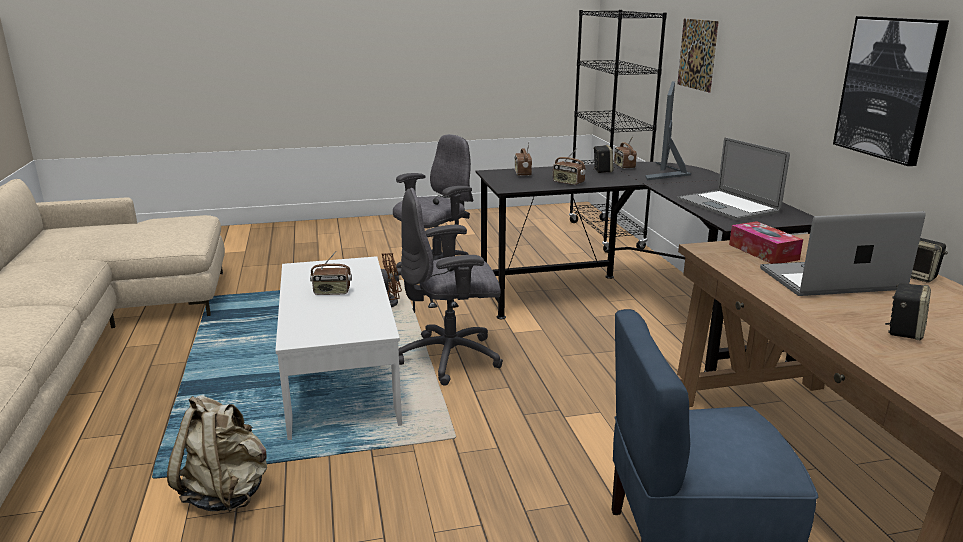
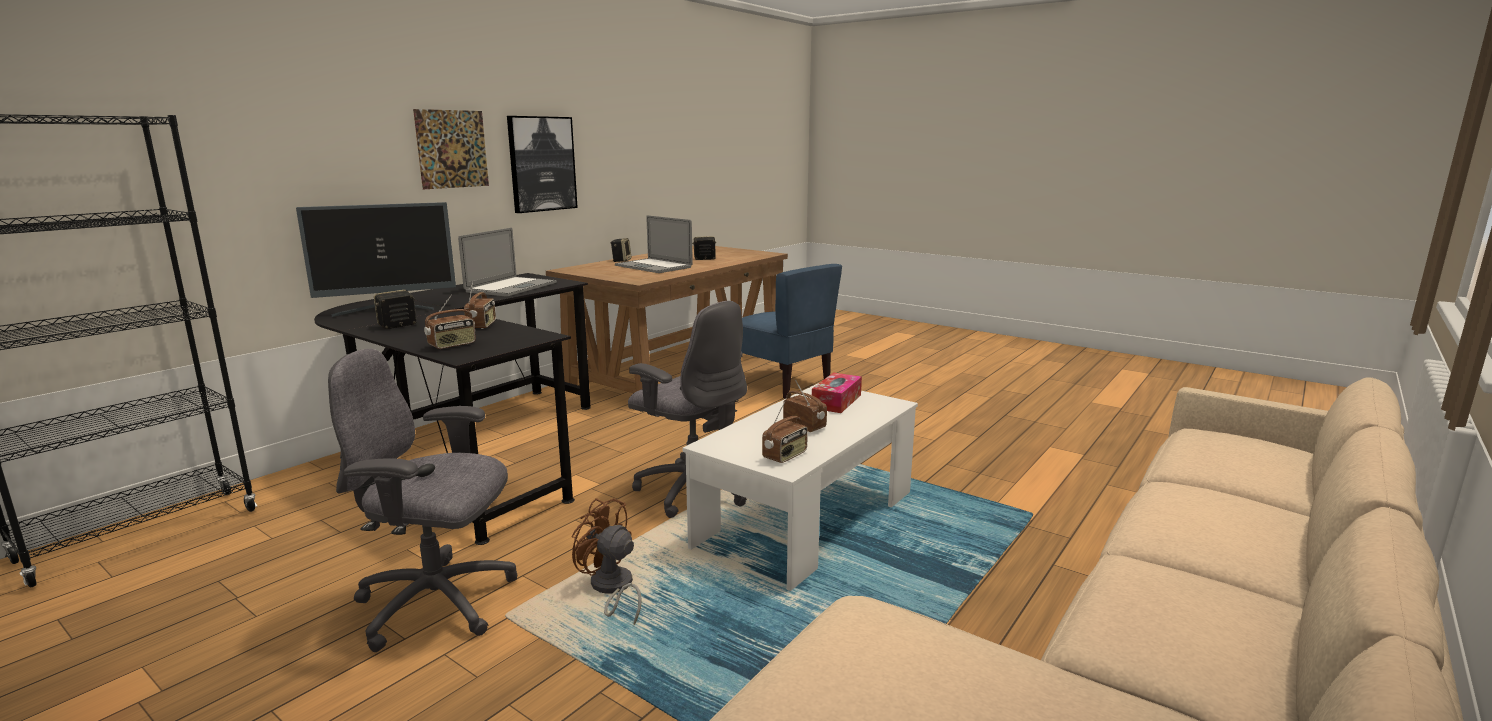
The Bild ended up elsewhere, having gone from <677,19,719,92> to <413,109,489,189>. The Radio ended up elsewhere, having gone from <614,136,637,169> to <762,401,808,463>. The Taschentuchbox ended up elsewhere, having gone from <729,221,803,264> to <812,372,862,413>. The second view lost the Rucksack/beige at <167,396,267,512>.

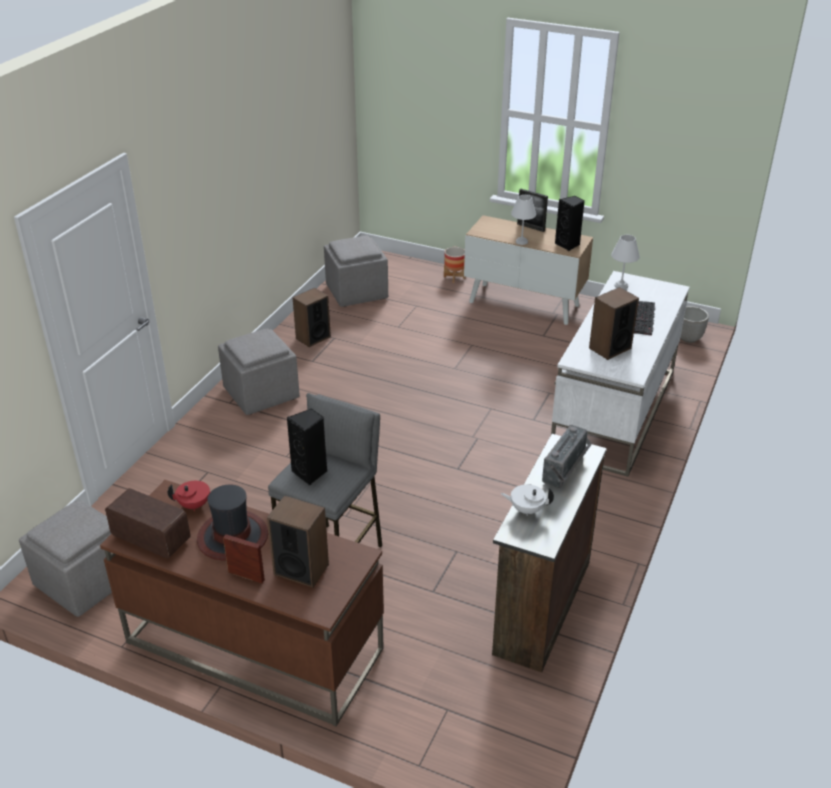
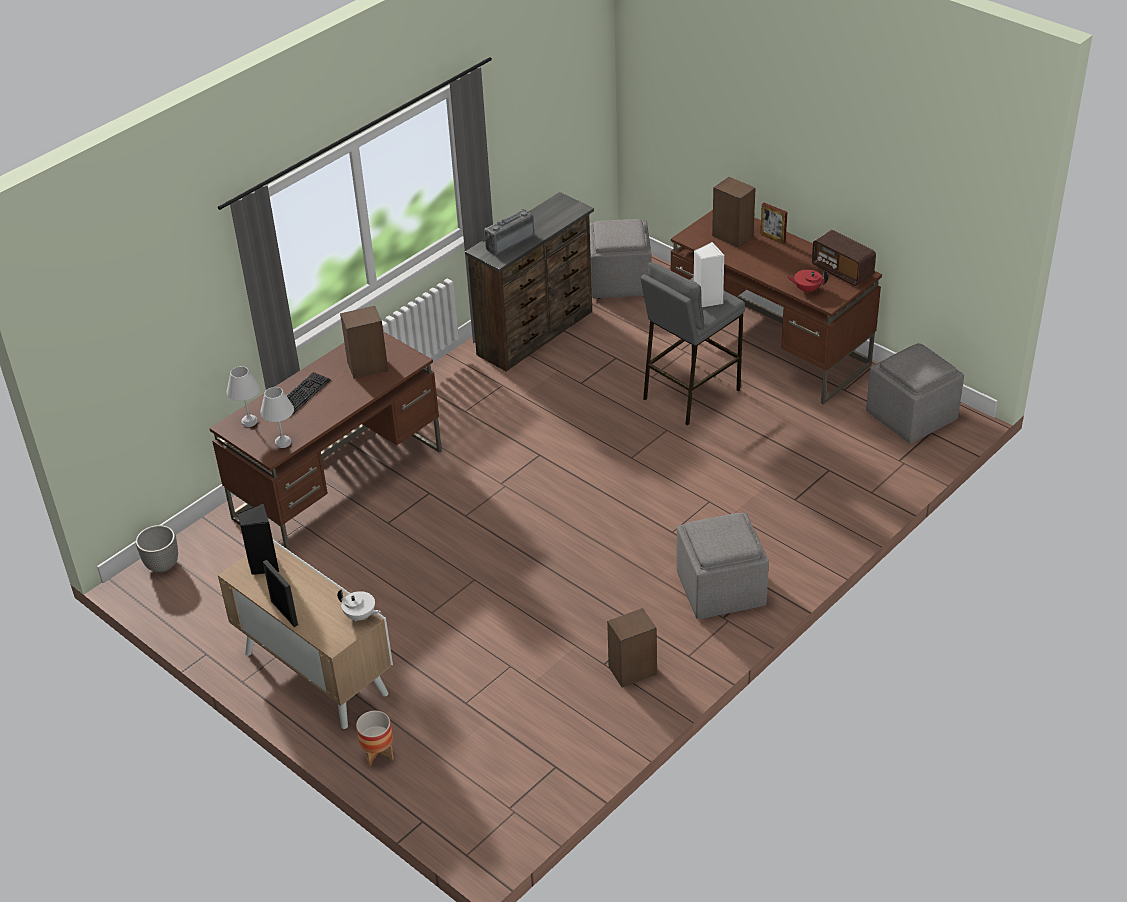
What was the Schreibtisch/weiß at <551,271,690,477> turned into the Schreibtisch/braun at <209,331,442,551>. The Tischlampe/weiß ended up elsewhere, having gone from <511,195,536,245> to <227,366,260,427>. The Teekanne/weiß ended up elsewhere, having gone from <501,484,554,516> to <337,589,381,622>. The Polsterhocker/grau ended up elsewhere, having gone from <324,236,388,307> to <590,219,651,299>. What was the Lautsprecher/schwarz at <287,408,327,485> turned into the Lautsprecher/weiß at <694,242,724,307>. The second view lost the Hut at <197,484,268,560>.

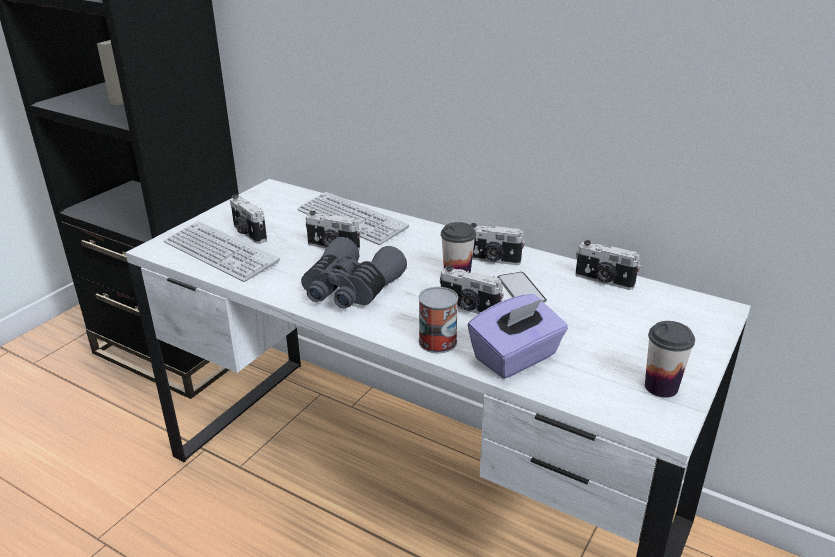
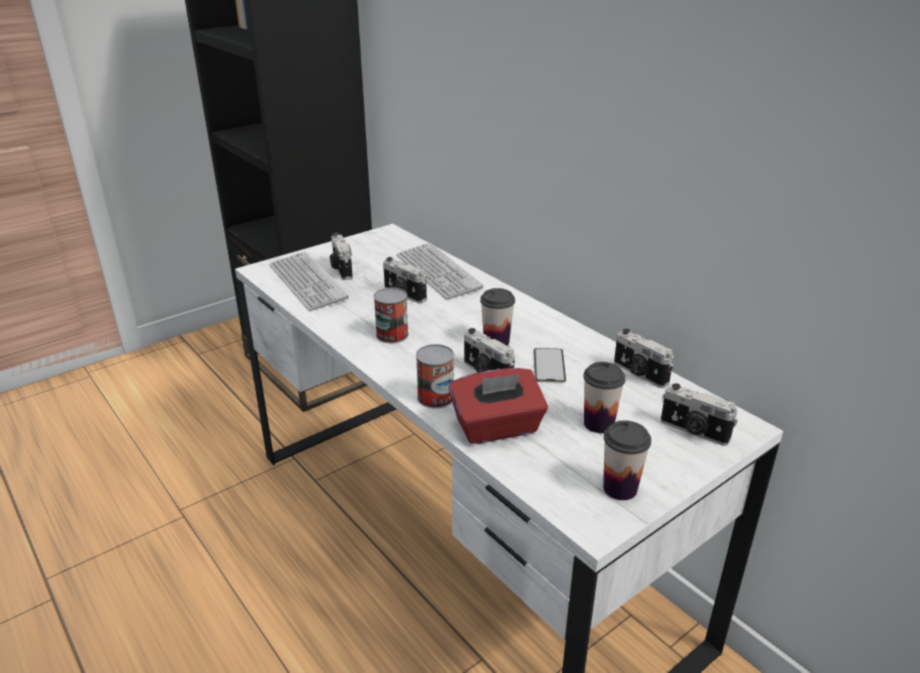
Where the Fernglas/grau stood at <301,237,407,308>, the Dose came to stand at <374,287,409,343>. What was the Taschentuchbox/lila at <467,294,568,379> turned into the Taschentuchbox/rot at <448,368,548,444>. The second view gained the Tasse at <583,362,626,433>. The Kamera ended up elsewhere, having gone from <470,223,525,265> to <661,383,738,446>.

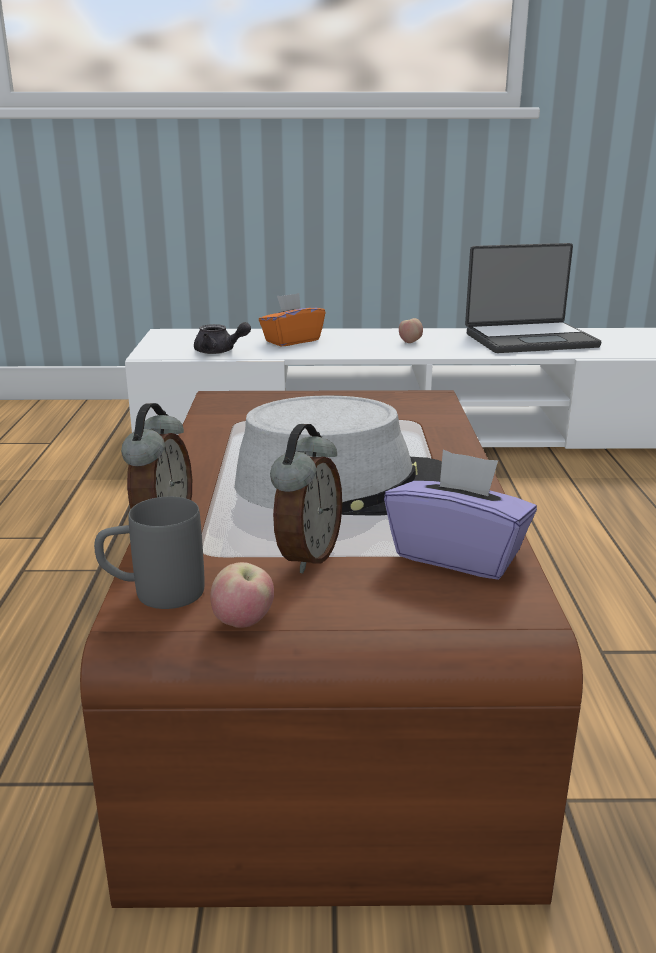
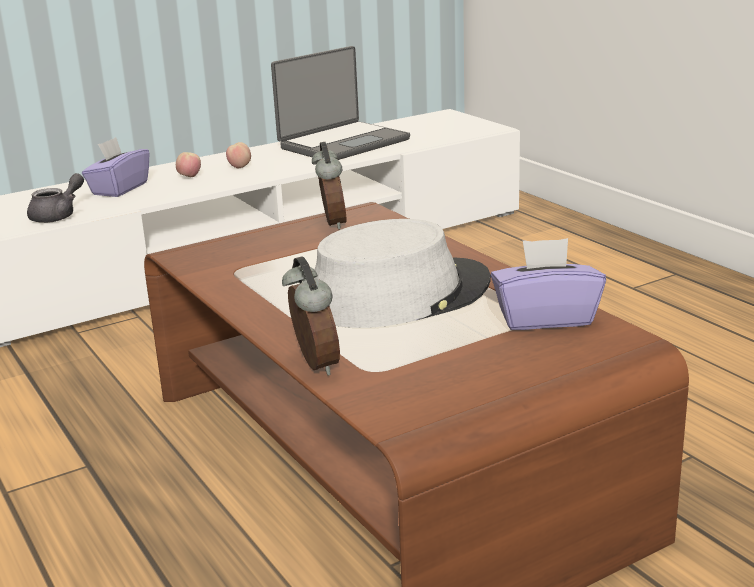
The Teekanne/grau at <194,322,251,354> ended up facing another way, 45 degrees counterclockwise from before. What was the Taschentuchbox/orange at <259,293,326,346> turned into the Taschentuchbox/lila at <82,137,150,197>. The Apfel ended up elsewhere, having gone from <210,562,274,628> to <176,152,201,177>. The Wecker ended up elsewhere, having gone from <270,424,342,573> to <312,142,346,230>. The second view lost the Henkelbecher/grau at <94,497,205,609>.

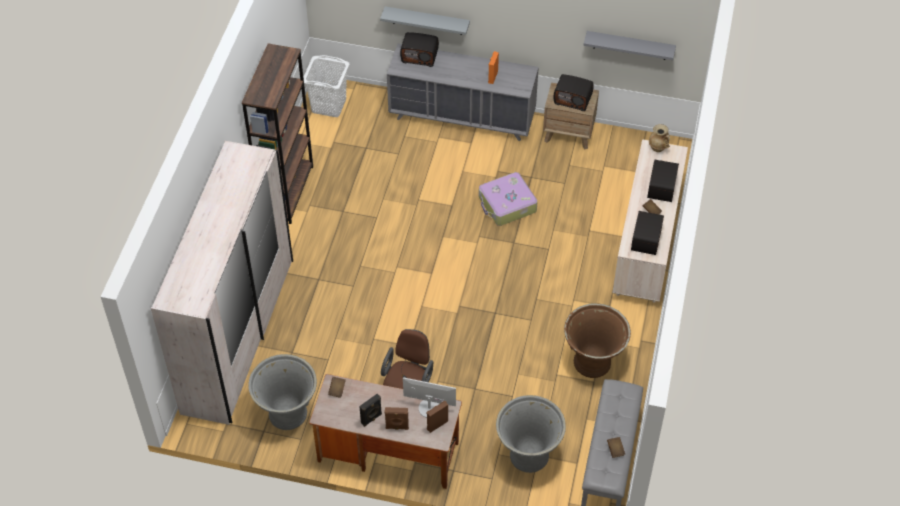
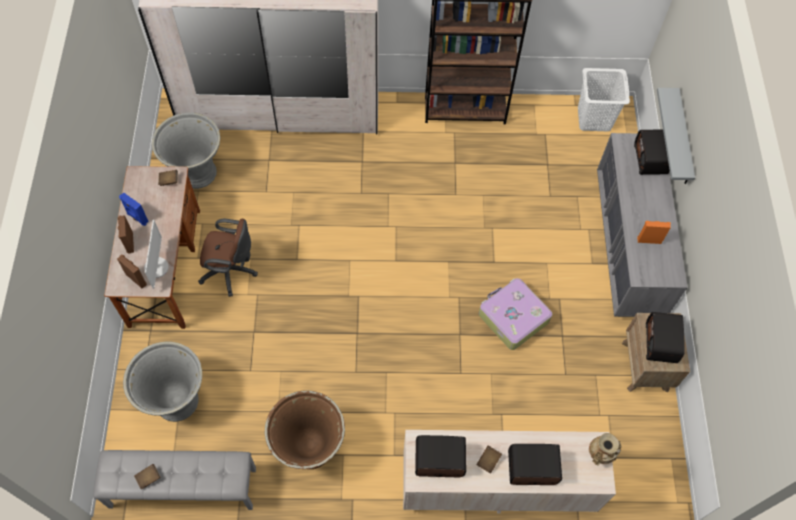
What was the Lautsprecher/schwarz at <359,394,382,427> turned into the Lautsprecher/blau at <119,192,149,226>. The second view lost the Wandregal/grau at <583,31,676,60>.

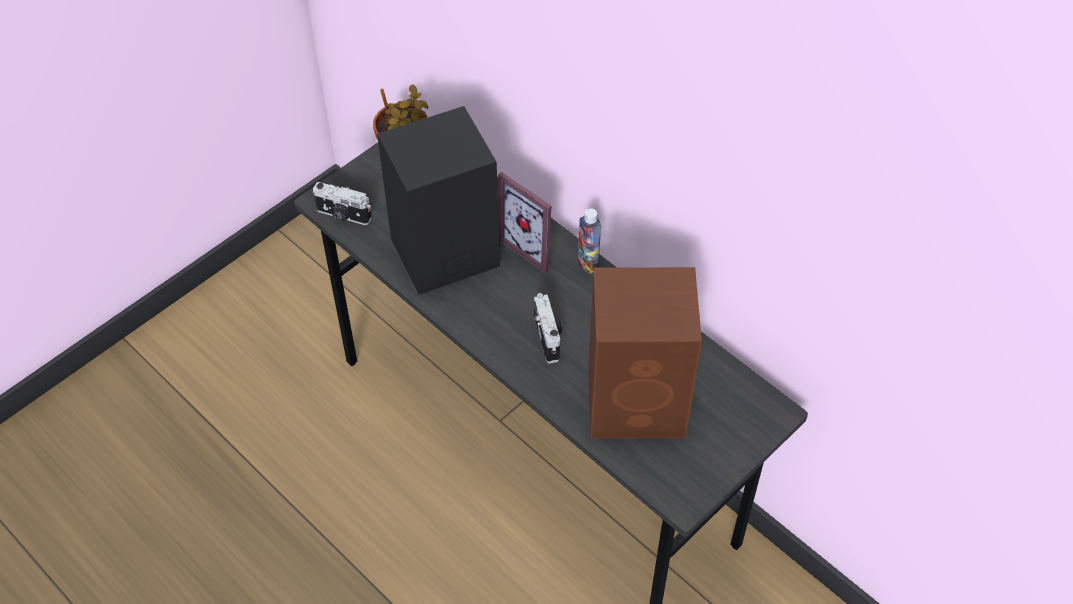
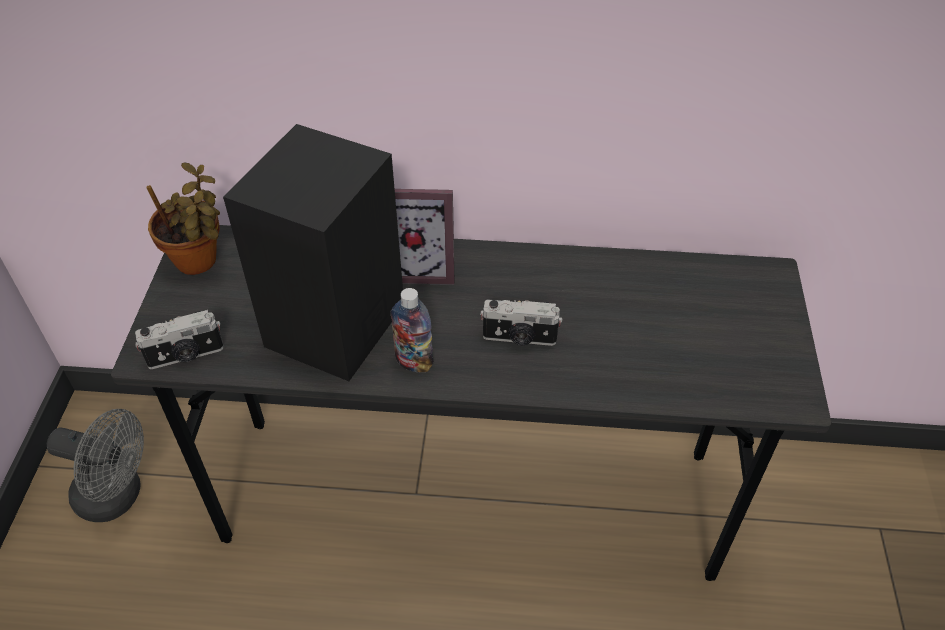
The second view gained the Ventilator/grau at <47,409,144,522>. The Flasche ended up elsewhere, having gone from <578,208,601,274> to <391,288,433,372>. The Kamera at <533,293,562,363> ended up facing another way, 150 degrees clockwise from before. The second view lost the Lautsprecher/braun at <588,267,702,438>.

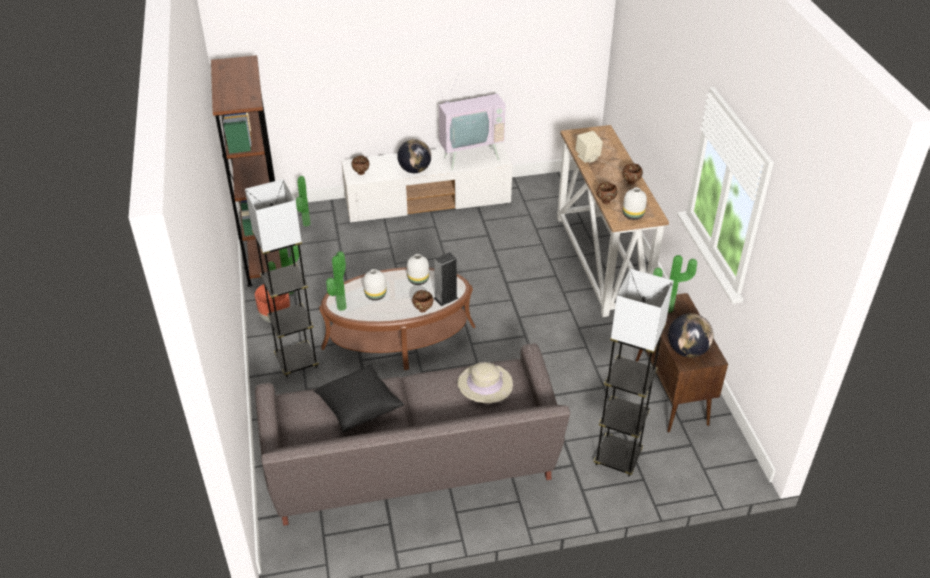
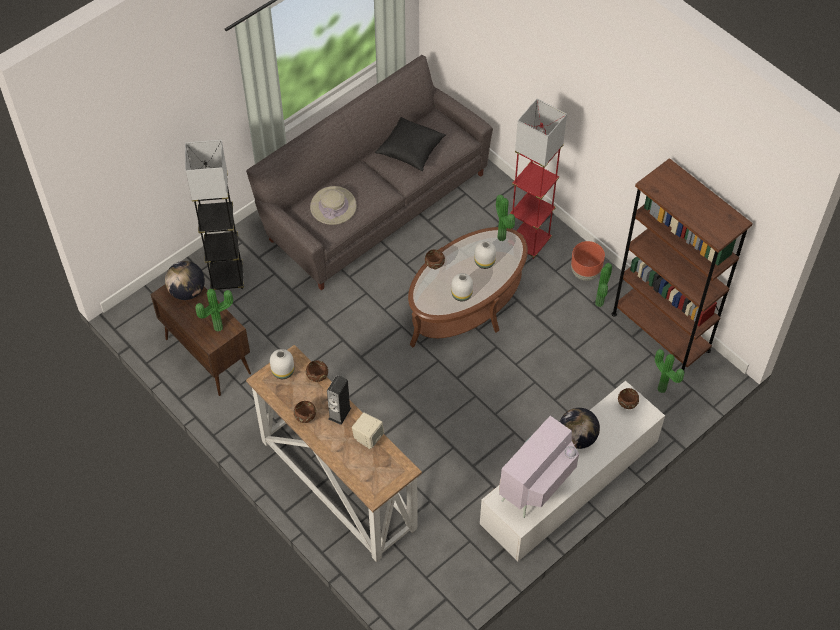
The Lautsprecher ended up elsewhere, having gone from <434,252,458,306> to <327,375,351,425>. What was the Stehlampe/grau at <245,179,319,377> turned into the Stehlampe/rot at <510,99,567,259>.

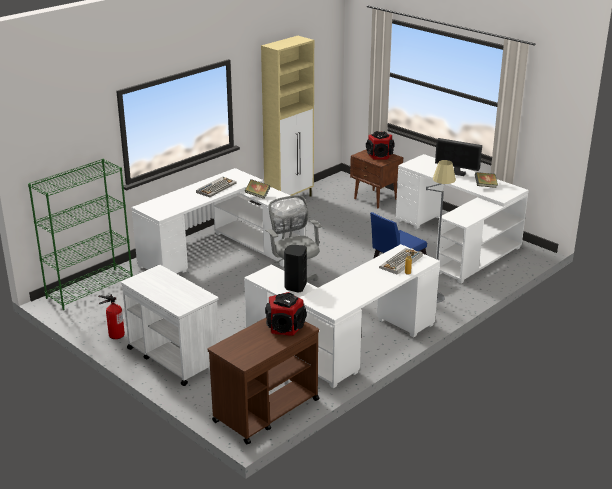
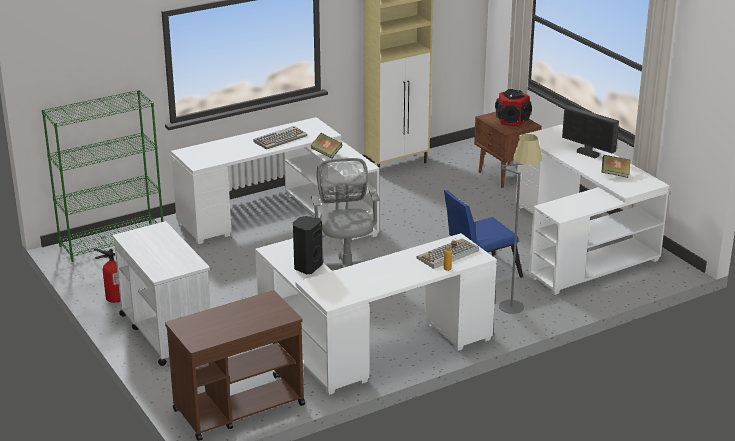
The second view lost the Lautsprecher at <265,292,307,336>.

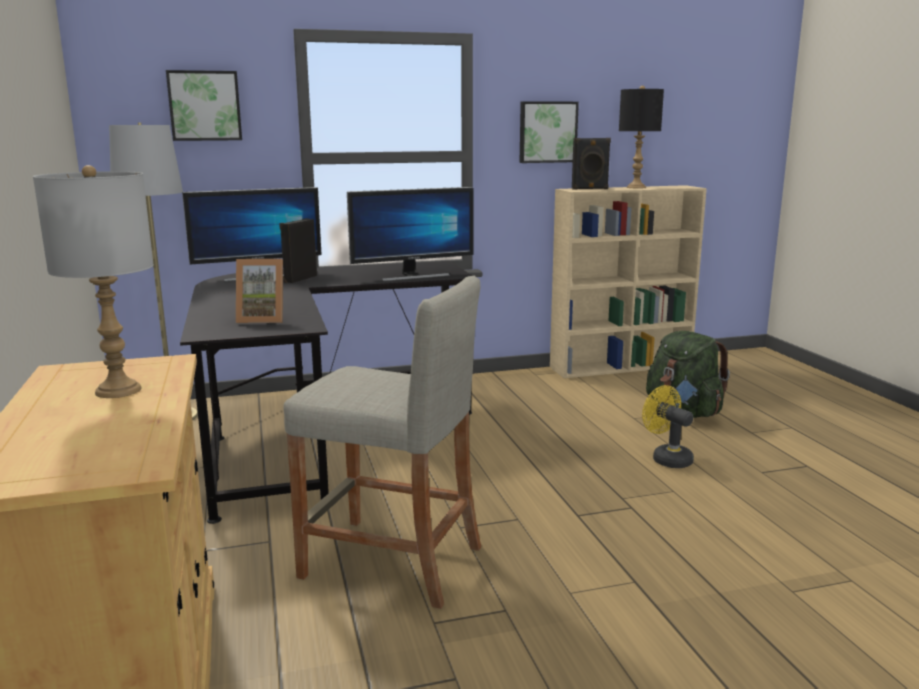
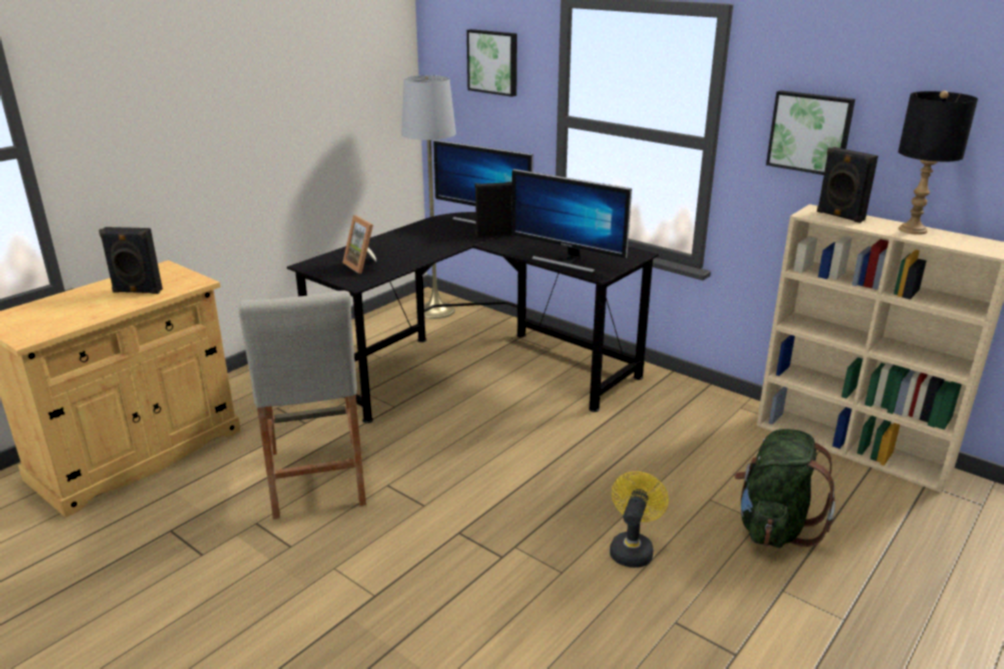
Where the Tischlampe/grau stood at <33,165,154,398>, the Lautsprecher/schwarz came to stand at <99,227,163,294>.

